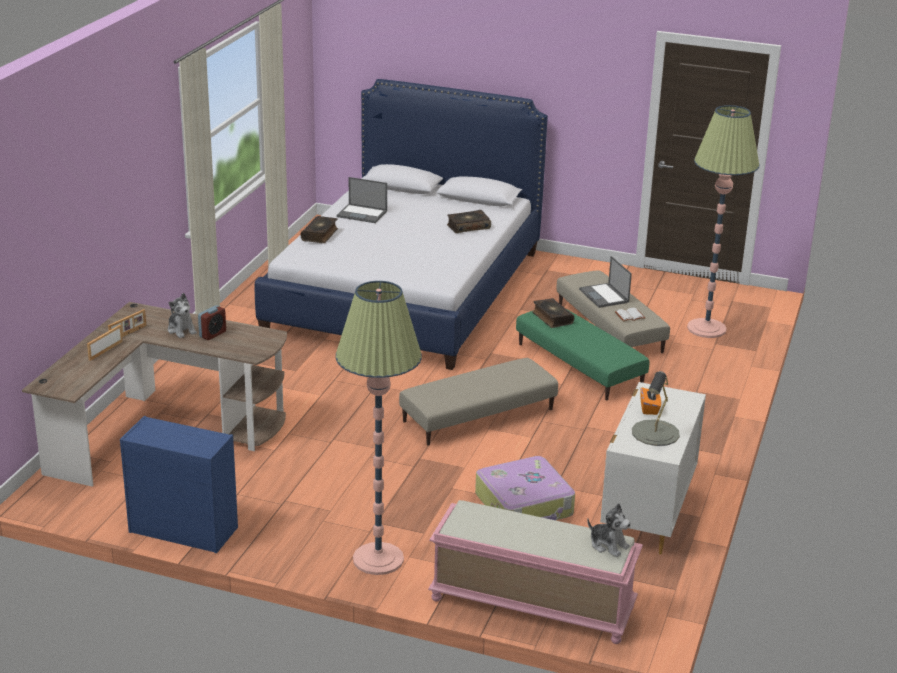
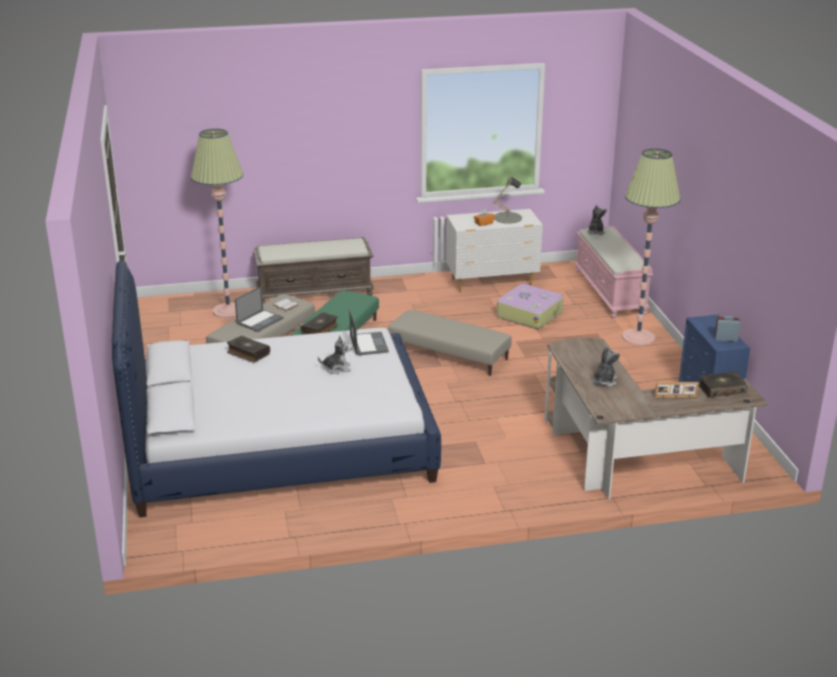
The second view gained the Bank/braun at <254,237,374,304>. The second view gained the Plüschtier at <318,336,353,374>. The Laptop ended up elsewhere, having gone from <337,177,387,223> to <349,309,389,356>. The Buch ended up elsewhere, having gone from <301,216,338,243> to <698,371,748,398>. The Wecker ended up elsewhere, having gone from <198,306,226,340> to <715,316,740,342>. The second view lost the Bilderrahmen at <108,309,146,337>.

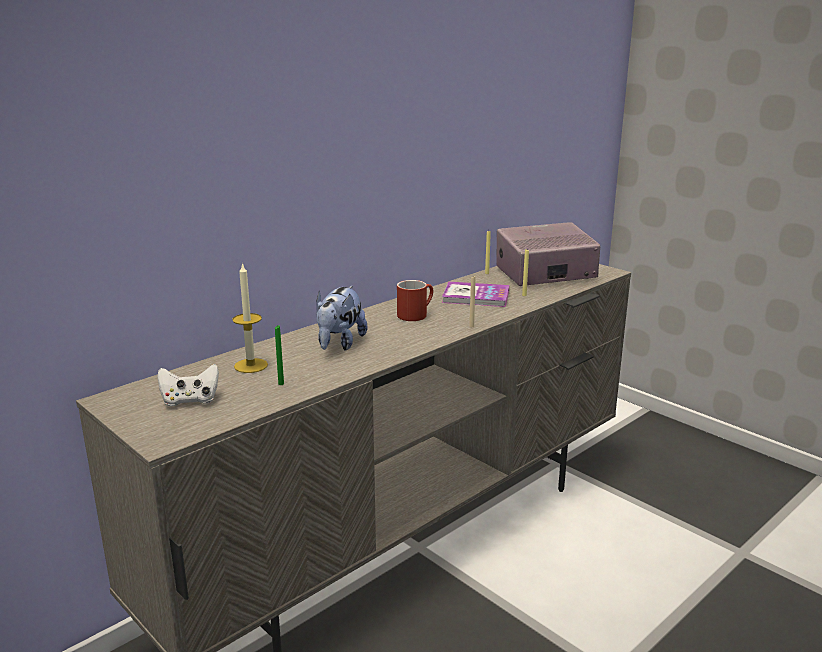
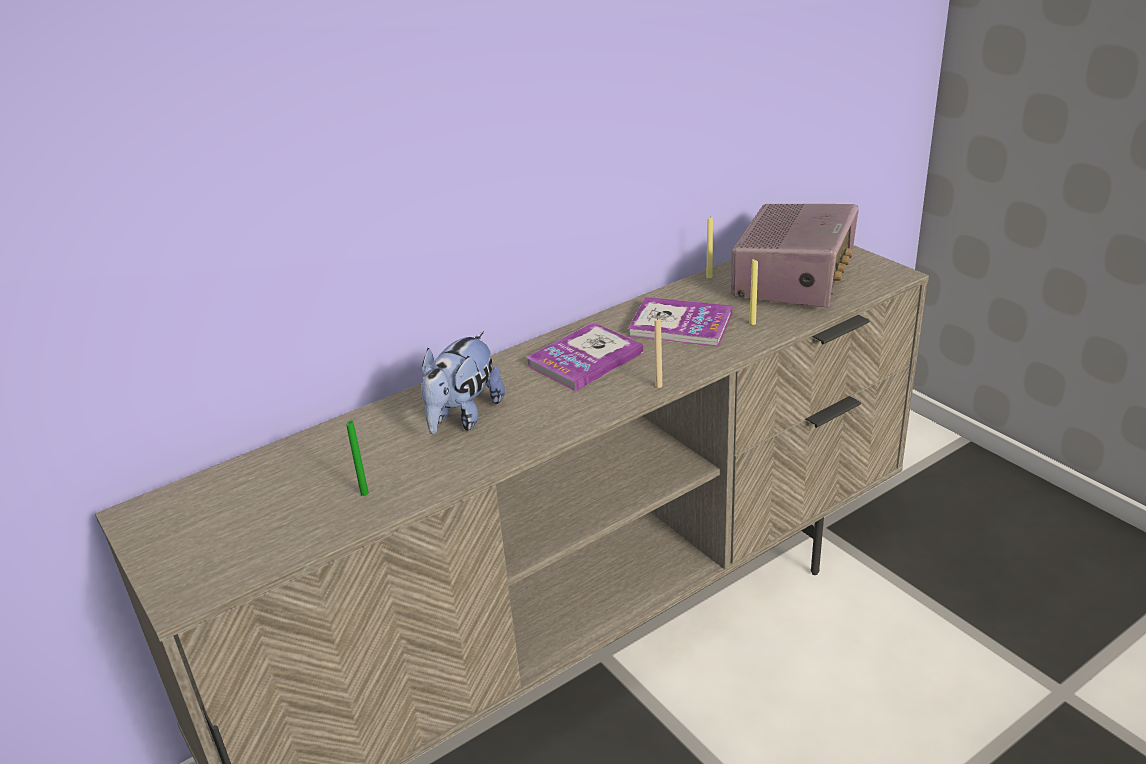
Where the Henkelbecher/rot stood at <397,280,433,321>, the Buch came to stand at <526,322,643,391>. The Radio at <496,222,600,286> ended up facing another way, 120 degrees clockwise from before. The second view lost the Gamepad/weiß at <157,364,219,406>. The second view lost the Kerze at <232,262,268,373>.

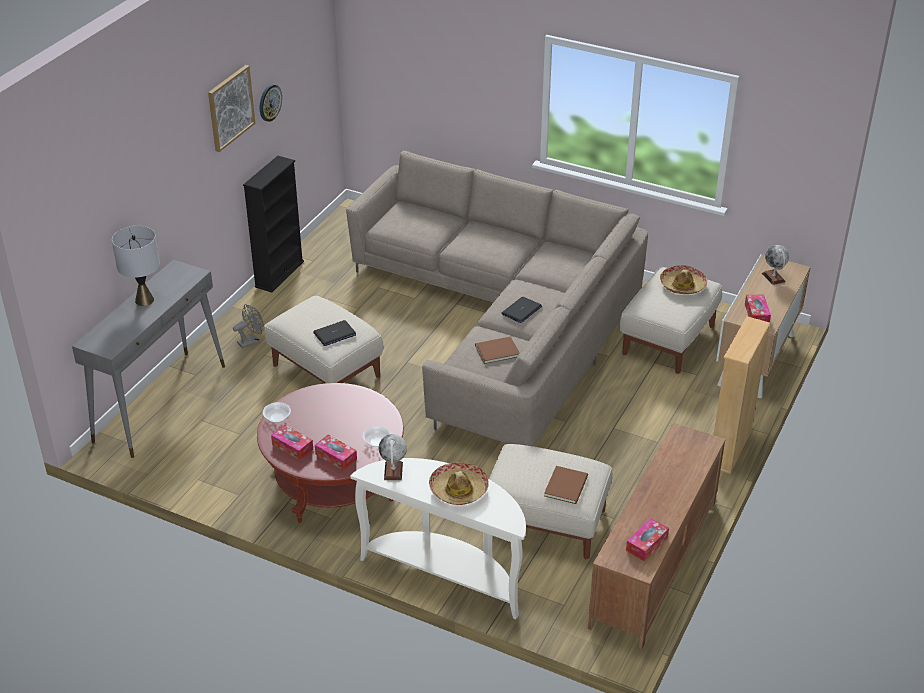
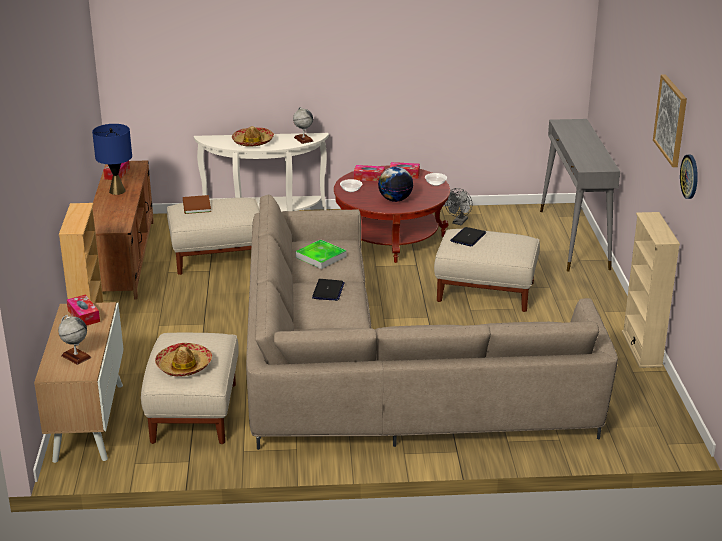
The second view gained the Tischlampe/blau at <92,124,132,195>. Where the Buch/braun stood at <475,337,520,364>, the Tablett came to stand at <296,240,346,269>. The second view gained the Globus at <378,167,413,202>. The Ventilator/grau ended up elsewhere, having gone from <233,304,264,349> to <445,188,472,225>. What was the Bücherregal/schwarz at <243,156,304,292> turned into the Bücherregal/beige at <622,212,680,368>. The second view lost the Tischlampe/grau at <112,226,160,306>.

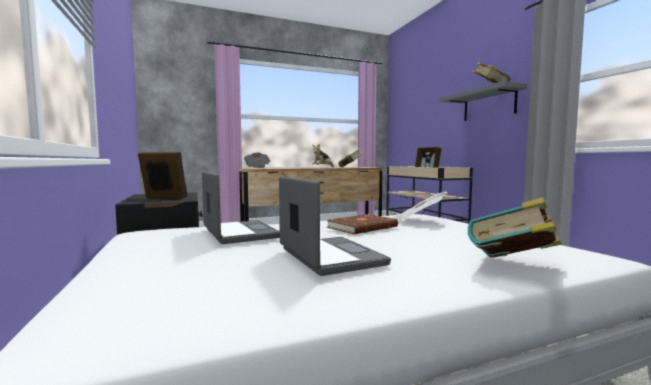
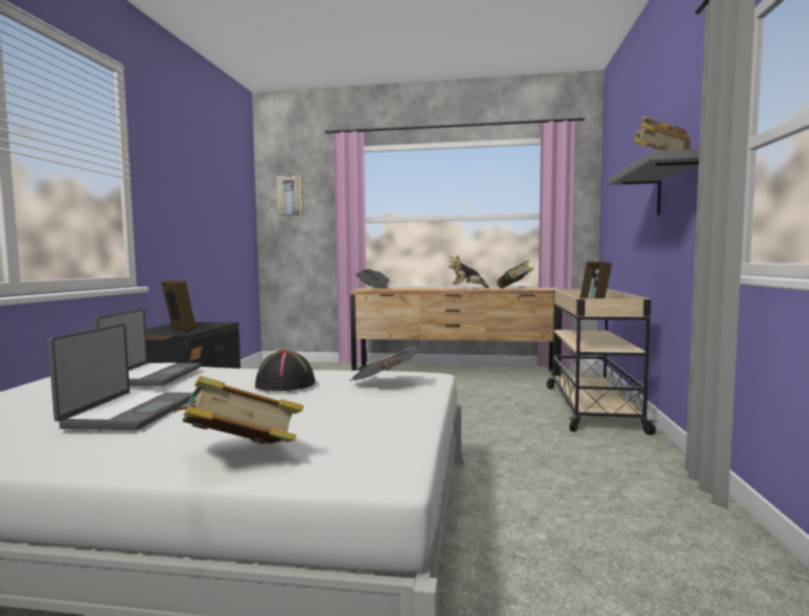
Where the Buch/braun stood at <327,214,398,234>, the Hut/schwarz came to stand at <255,349,315,391>. The second view gained the Bild at <276,175,304,216>.

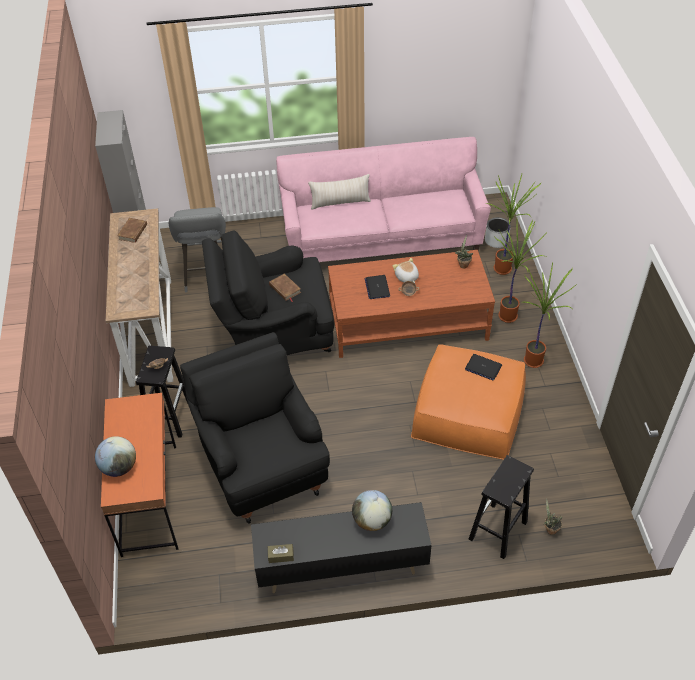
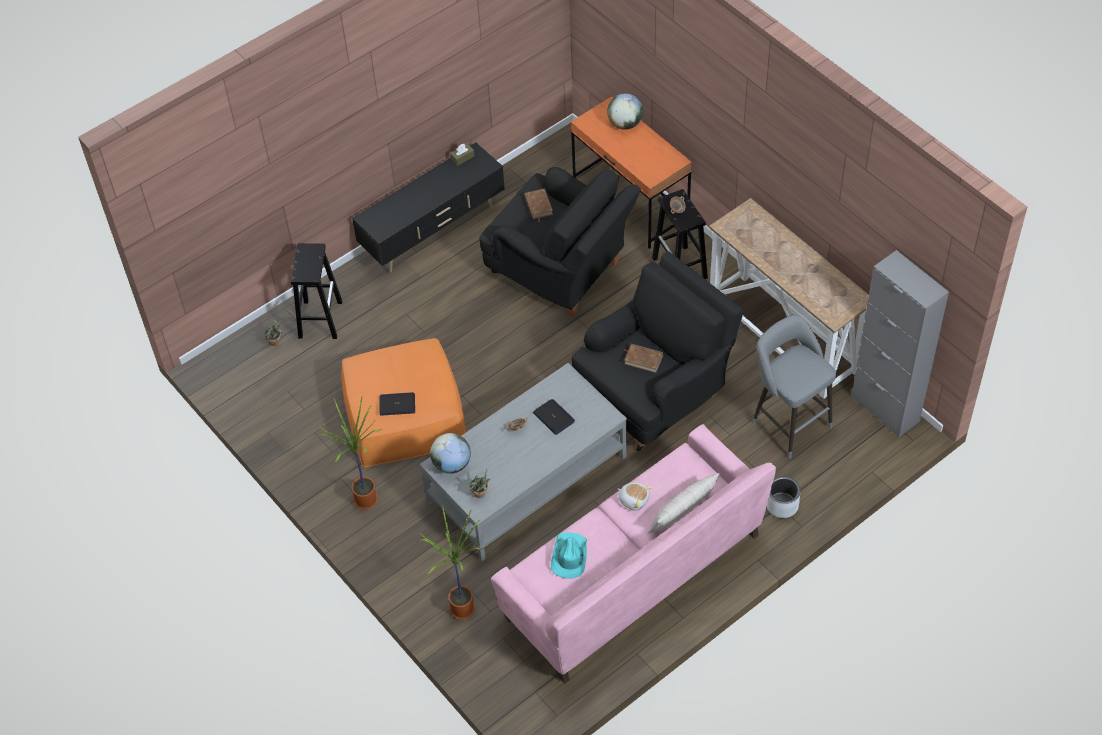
What was the Couchtisch/braun at <328,250,495,358> turned into the Couchtisch/grau at <420,363,627,561>. The Globus ended up elsewhere, having gone from <352,490,392,531> to <430,433,471,474>. The Buch/braun ended up elsewhere, having gone from <117,218,147,243> to <524,188,553,222>. The second view gained the Hut/türkis at <551,532,587,579>. The Plüschtier ended up elsewhere, having gone from <393,258,419,283> to <618,482,652,511>. The Pflanzkübel/grau ended up elsewhere, having gone from <485,217,511,248> to <767,476,801,518>. The second view lost the Topfpflanze at <494,220,546,323>.

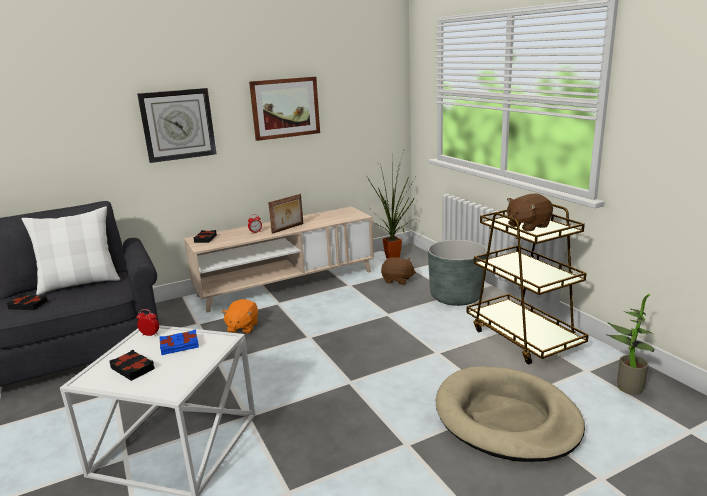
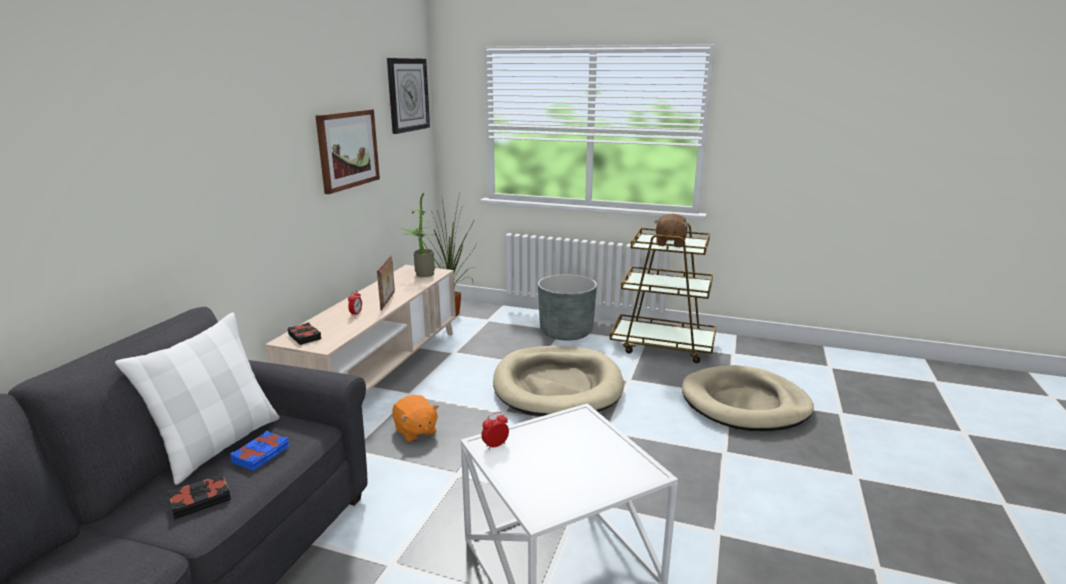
The Buch/blau ended up elsewhere, having gone from <159,329,199,355> to <230,431,289,471>. The Wanduhr ended up elsewhere, having gone from <137,88,216,163> to <387,58,430,134>. The Topfpflanze ended up elsewhere, having gone from <607,294,655,395> to <400,192,436,277>. The second view gained the Hundebett/beige at <493,346,624,416>. The second view lost the Buch/schwarz at <110,350,155,381>. The second view lost the Plüschtier/braun at <381,257,416,285>.

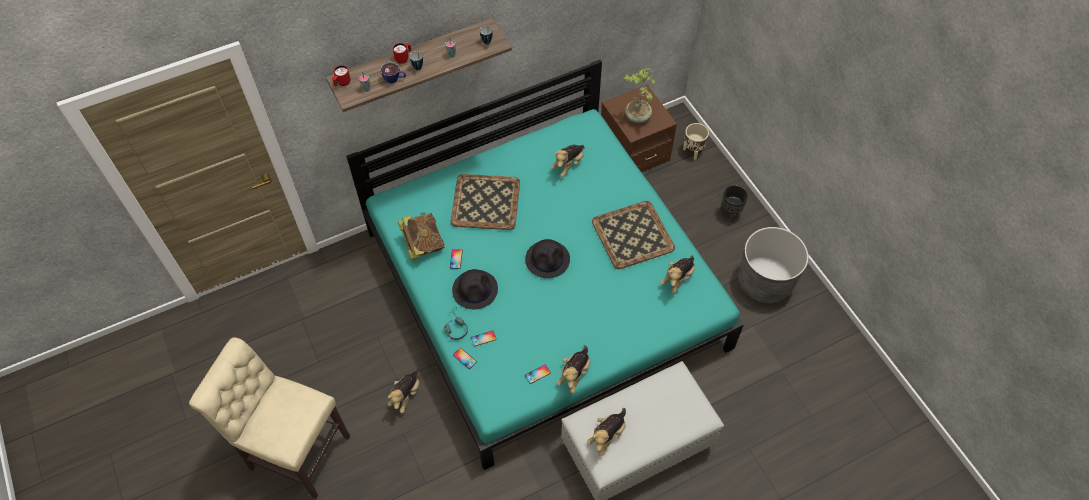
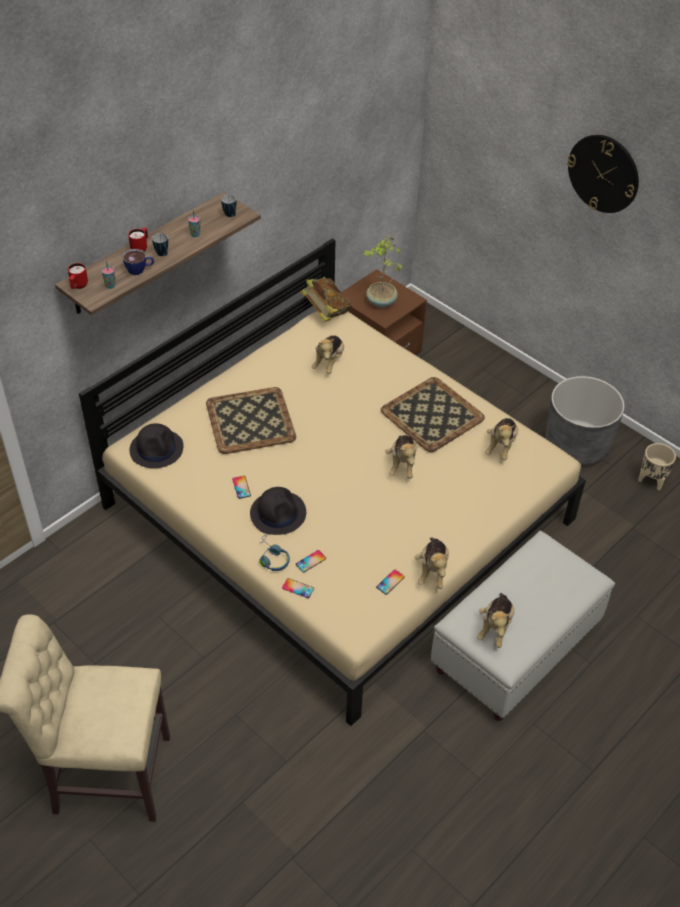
What was the Bett/türkis at <346,60,744,470> turned into the Bett/beige at <79,238,586,726>. The Hut/schwarz ended up elsewhere, having gone from <525,239,570,278> to <130,423,184,468>. The Buch ended up elsewhere, having gone from <398,213,444,259> to <301,277,352,322>. The Plüschtier ended up elsewhere, having gone from <388,368,419,413> to <385,435,417,479>. The second view gained the Wanduhr at <567,135,639,213>. The Pflanzkübel/beige ended up elsewhere, having gone from <683,123,709,160> to <638,443,676,491>. The second view lost the Pflanzkübel/schwarz at <720,185,748,223>.

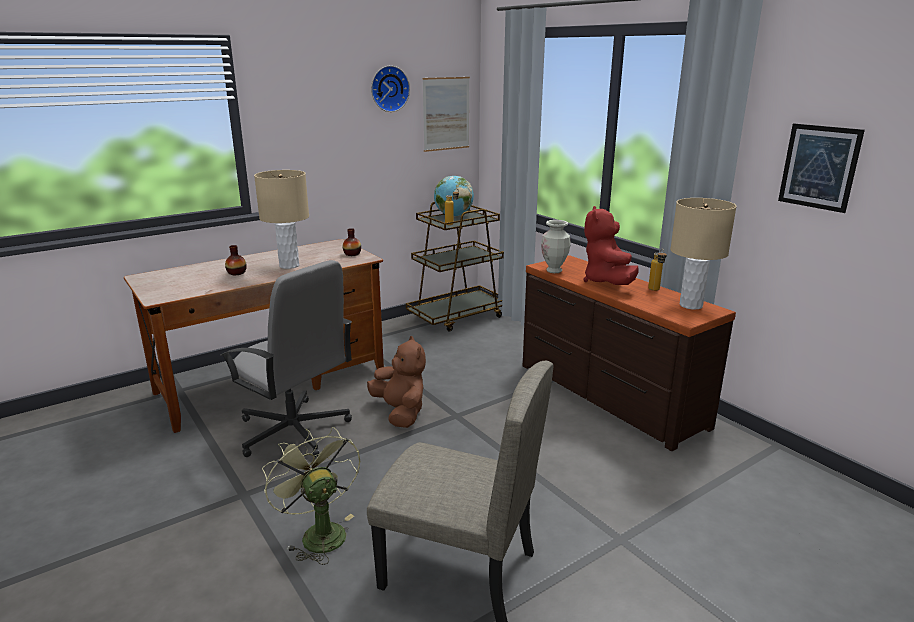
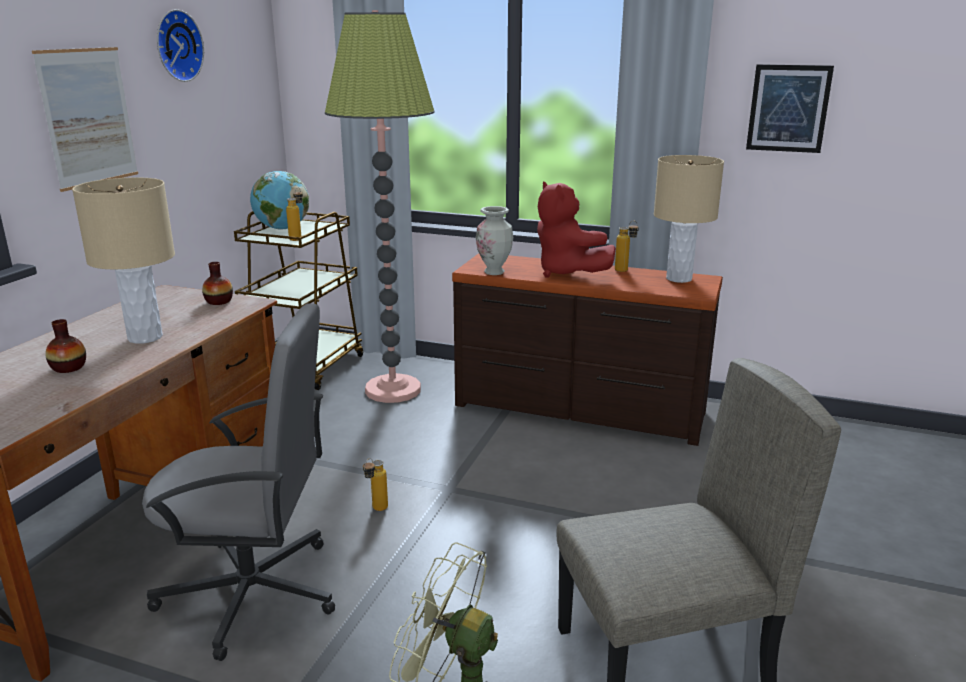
The Bild ended up elsewhere, having gone from <422,77,470,152> to <32,47,138,192>. The second view gained the Stehlampe at <325,10,435,403>. Where the Plüschtier/braun stood at <367,336,426,428>, the Flasche came to stand at <363,458,388,511>.

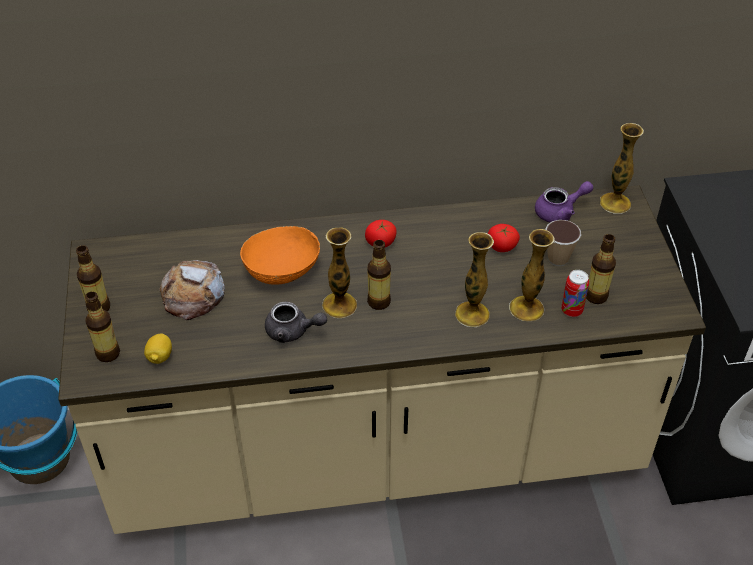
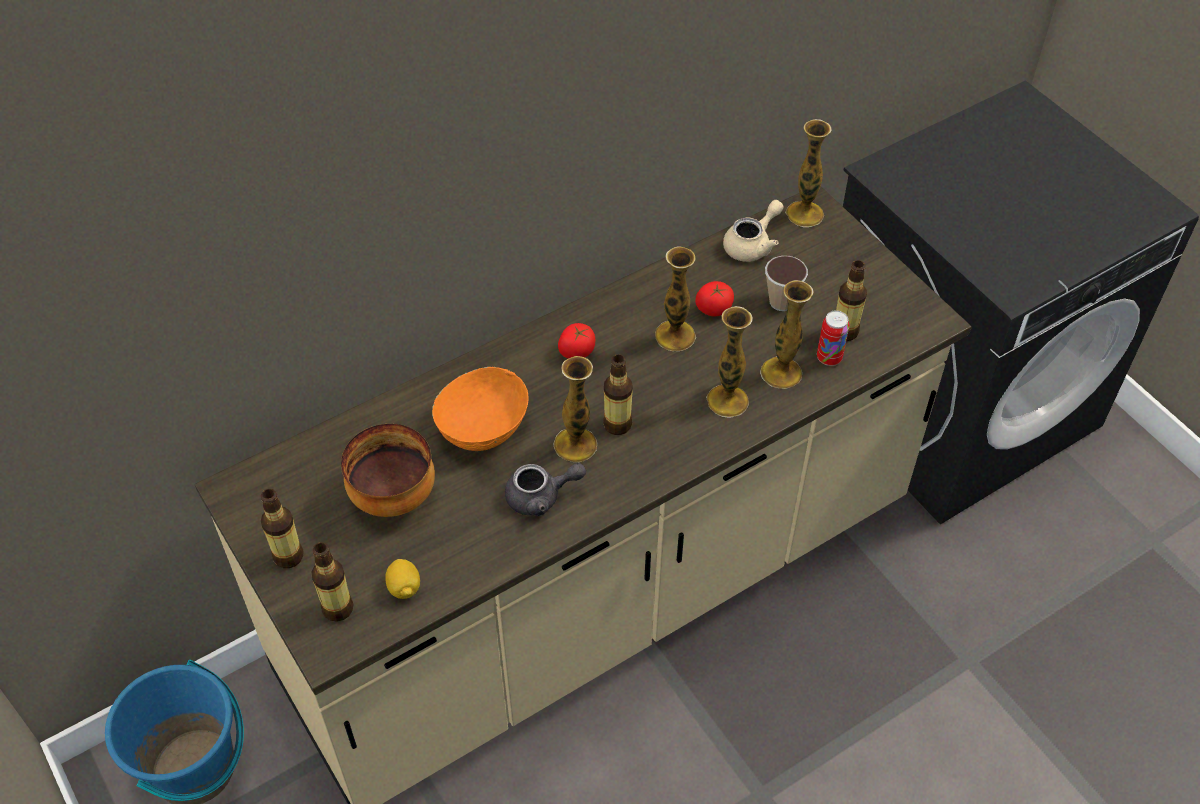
Where the Brot stood at <159,260,225,320>, the Schüssel came to stand at <341,424,435,517>. The second view gained the Vase at <655,246,696,351>. What was the Teekanne/lila at <535,181,593,222> turned into the Teekanne/beige at <723,200,784,262>.

